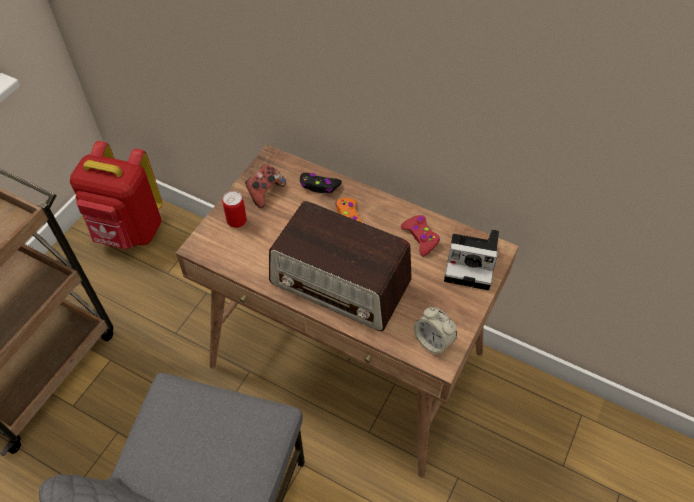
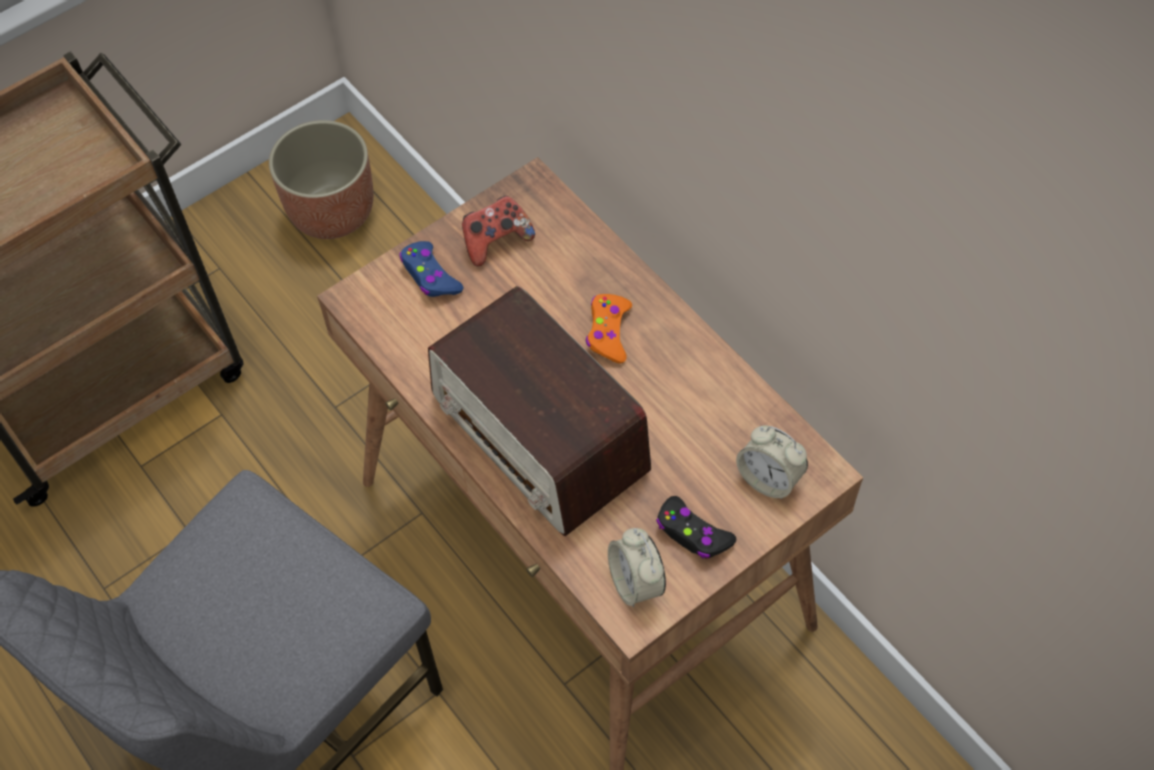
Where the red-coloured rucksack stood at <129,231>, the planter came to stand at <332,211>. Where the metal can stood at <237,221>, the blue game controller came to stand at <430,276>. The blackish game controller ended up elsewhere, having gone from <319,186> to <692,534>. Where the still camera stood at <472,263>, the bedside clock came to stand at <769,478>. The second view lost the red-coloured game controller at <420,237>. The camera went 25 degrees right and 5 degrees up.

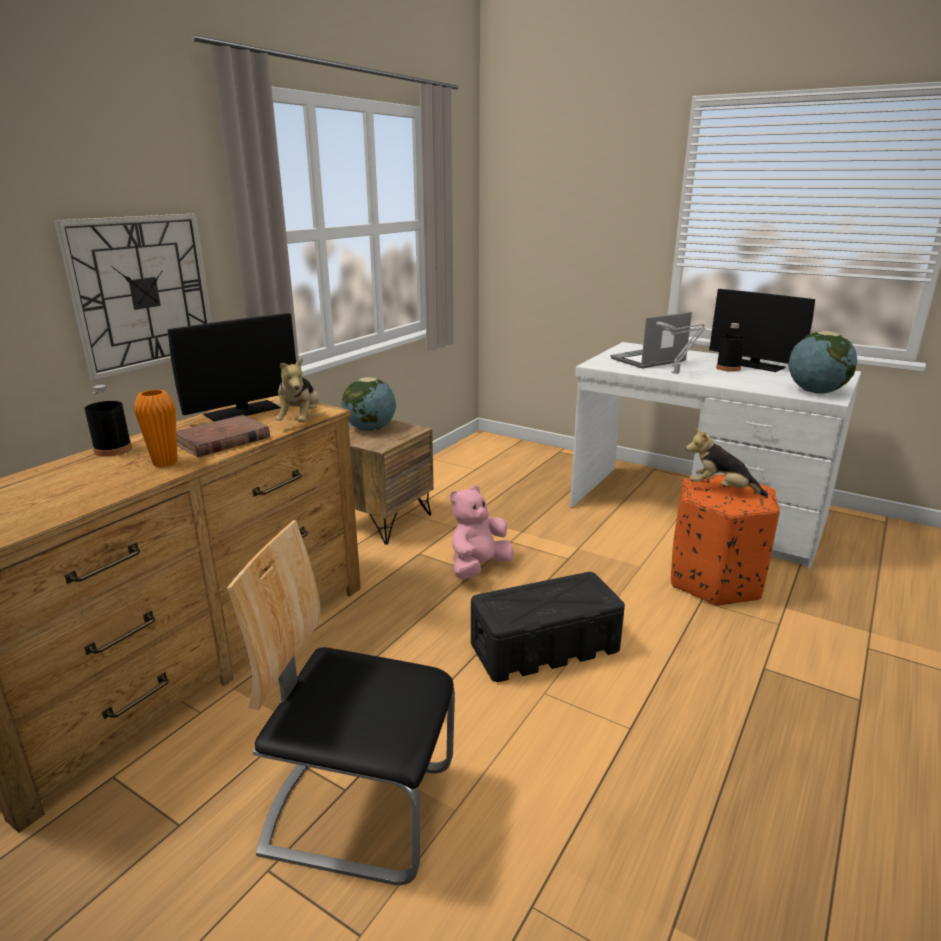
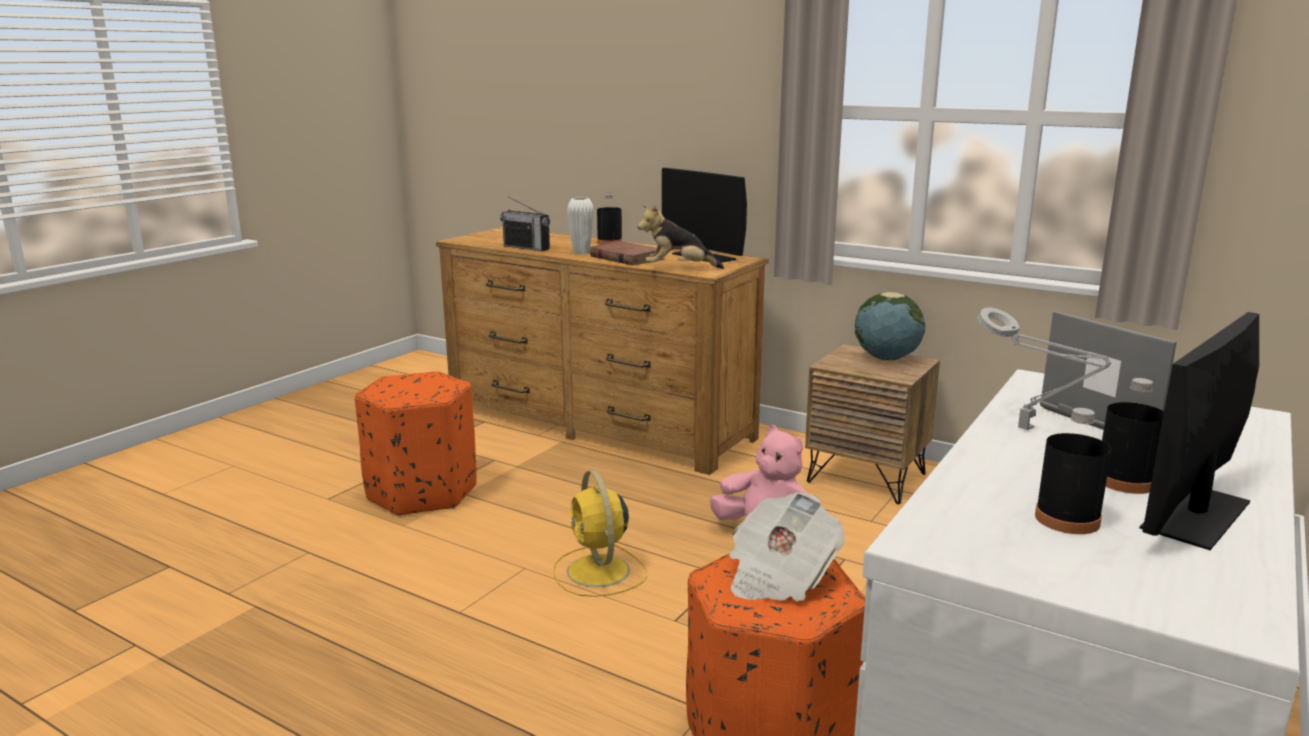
Where the upright chair stood at <360,808>, the orange ottoman came to stand at <423,492>. The second view gained the radio receiver at <526,247>. Where the blackish storage box stood at <545,647>, the yellow fan came to stand at <599,572>. What was the orange flower vase at <165,463> turned into the whitish flower vase at <581,252>. Where the cuddly toy stood at <721,490>, the newspaper came to stand at <779,576>. The second view gained the blackish beverage bottle at <1067,519>. The second view lost the hanging clock at <143,293>. The second view lost the world globe at <815,391>. The camera went 90 degrees right and 5 degrees down.

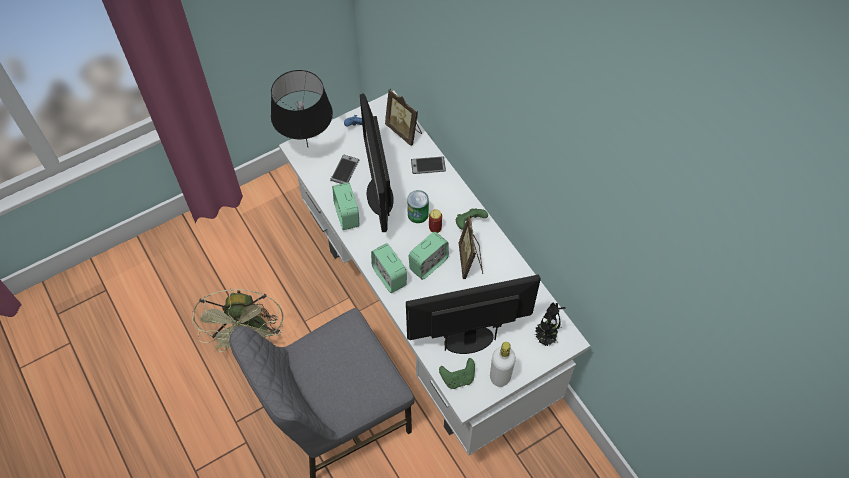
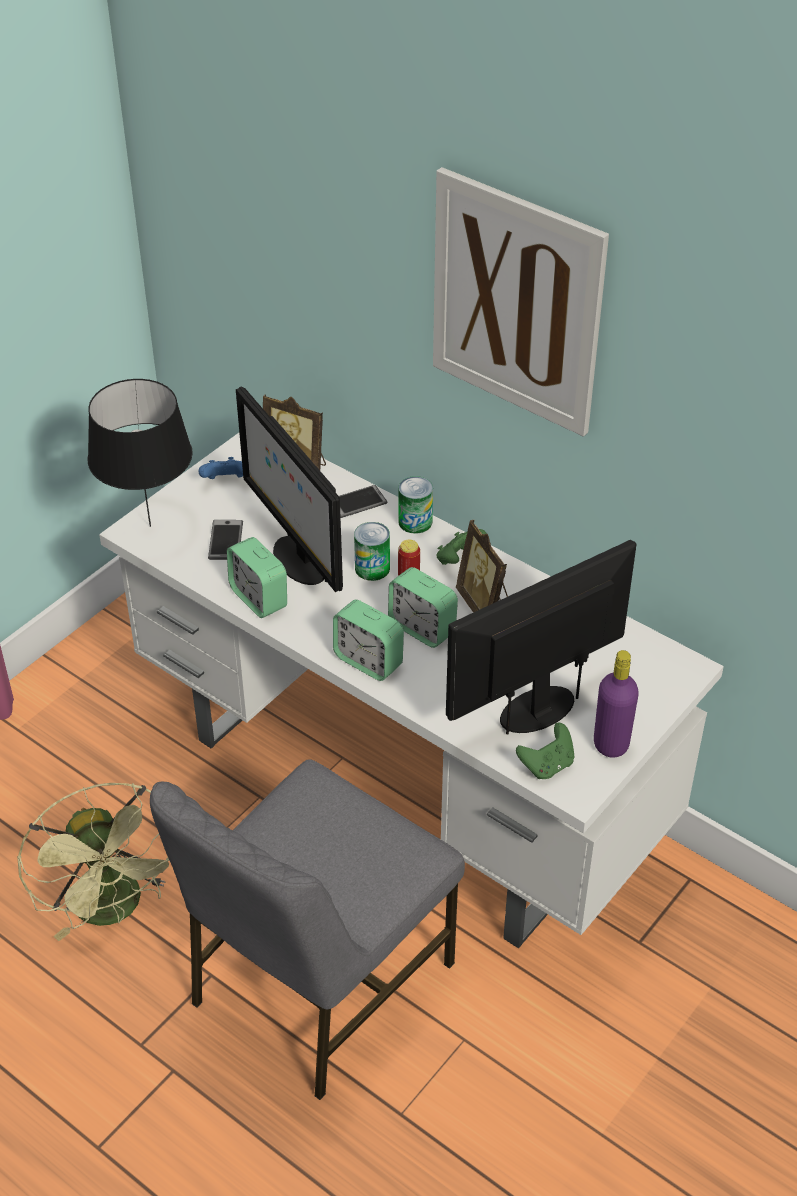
The bedside clock at <428,264> ended up facing another way, 105 degrees clockwise from before. The second view gained the metal can at <415,522>. The second view gained the wall art at <516,303>. What was the whitish beverage bottle at <500,376> turned into the purplish beverage bottle at <611,744>. The second view lost the plant in a pot at <546,338>. The camera went 20 degrees left and 15 degrees down.

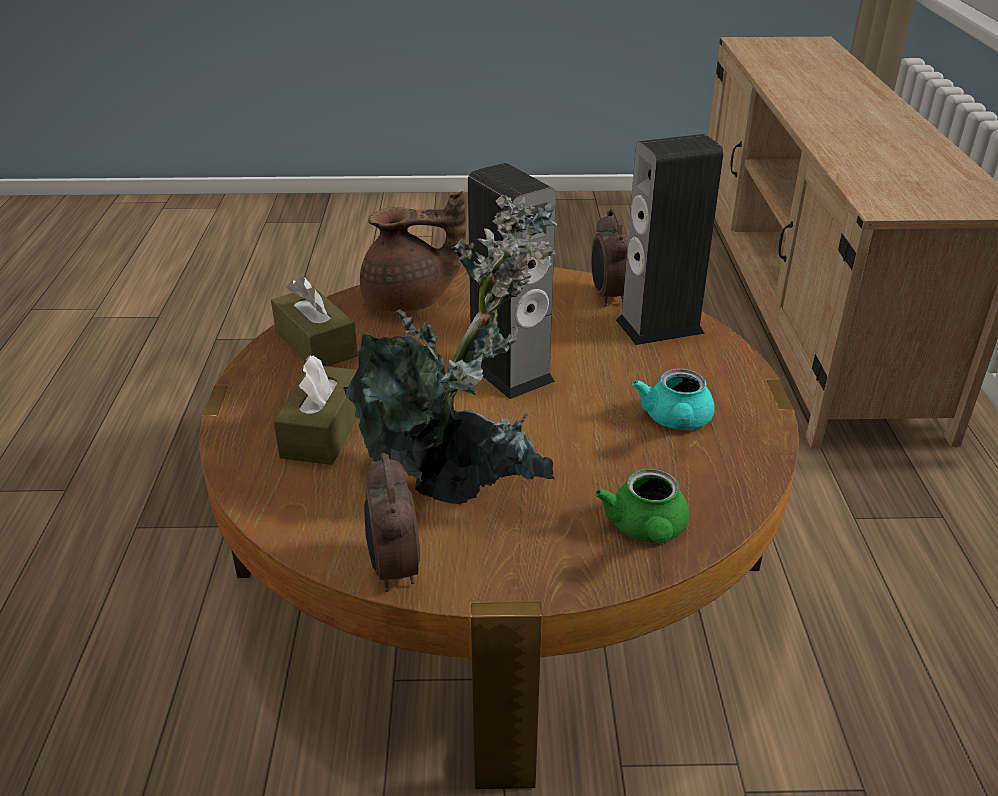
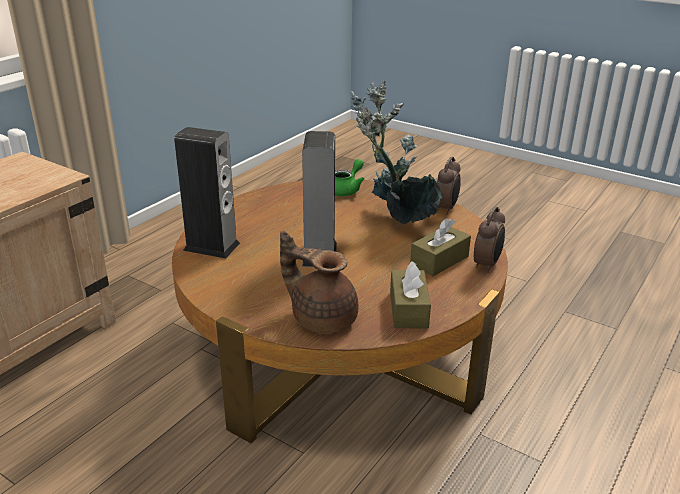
The bedside clock ended up elsewhere, having gone from <608,296> to <487,265>. The second view lost the turquoise-coloured pot for tea at <676,421>. The camera went 145 degrees left and 5 degrees down.

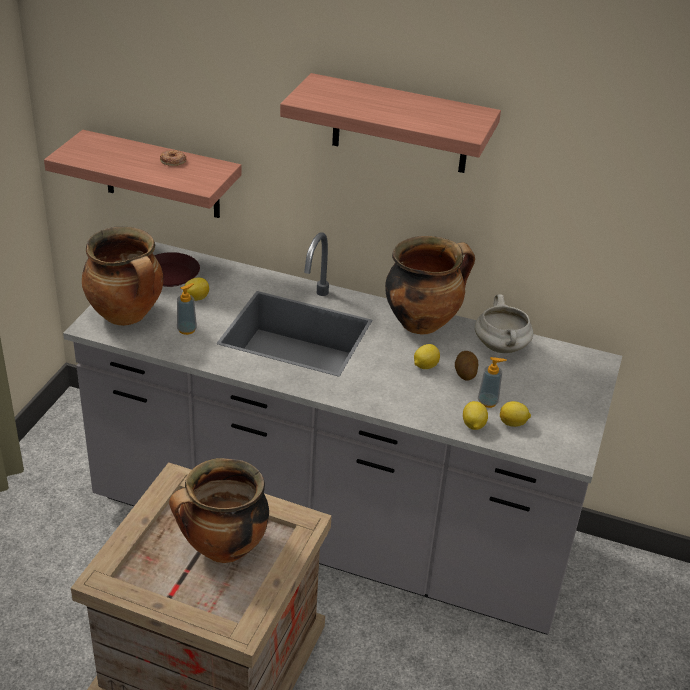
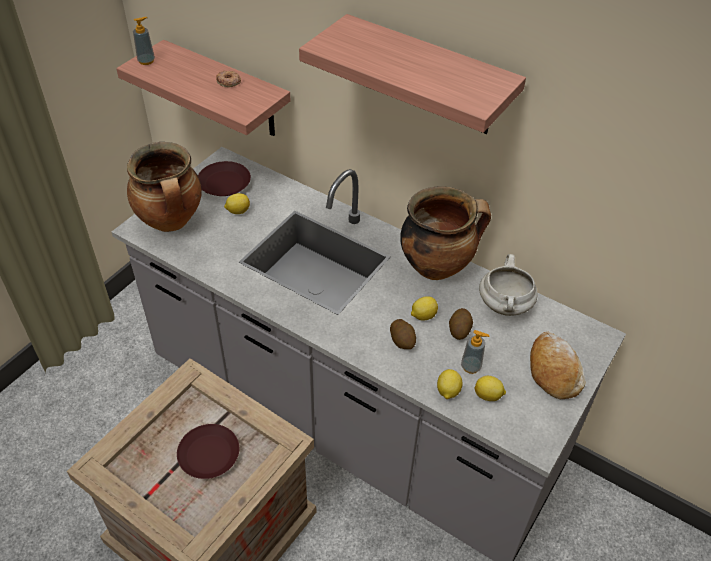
The soap bottle ended up elsewhere, having gone from <187,329> to <146,61>. Where the saucepot stood at <223,549>, the brown flat dish came to stand at <208,455>. The second view gained the potato at <402,341>. The second view gained the baked bread at <553,371>. The camera went 15 degrees right and 10 degrees up.

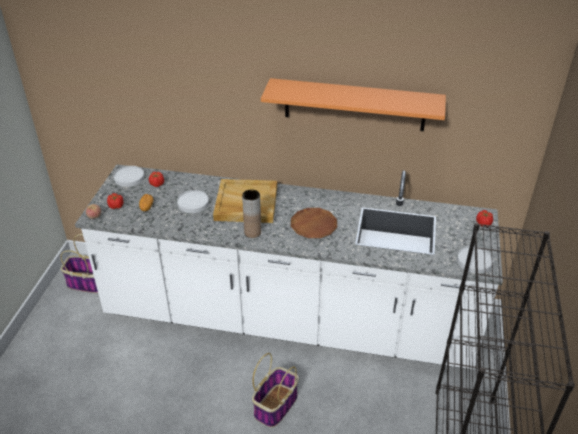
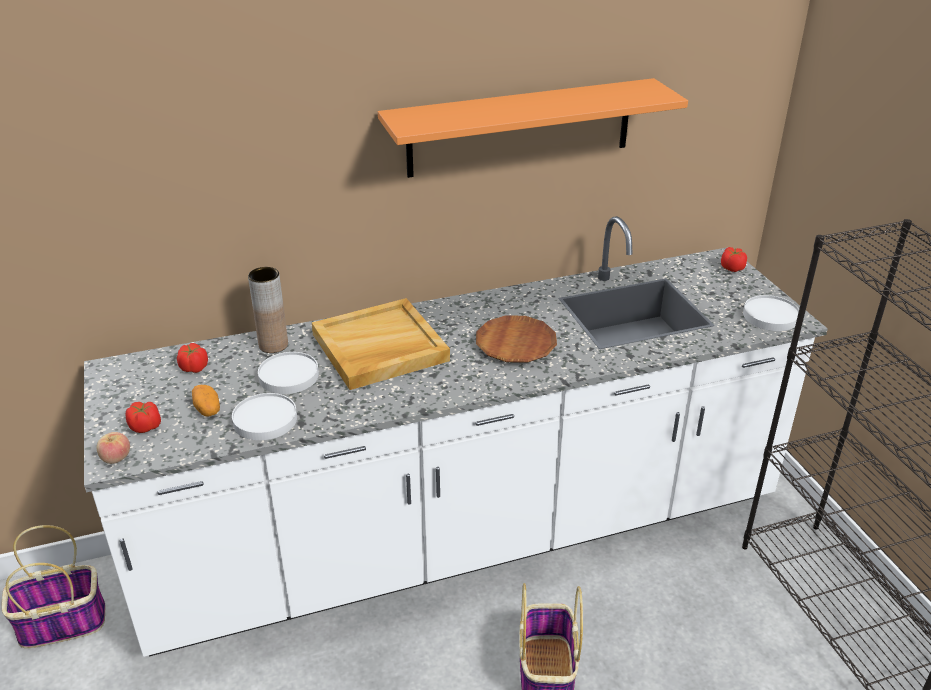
The whitish flat dish ended up elsewhere, having gone from <129,177> to <265,419>. The brown flower vase ended up elsewhere, having gone from <252,232> to <273,345>. The camera went 30 degrees left and 5 degrees down.

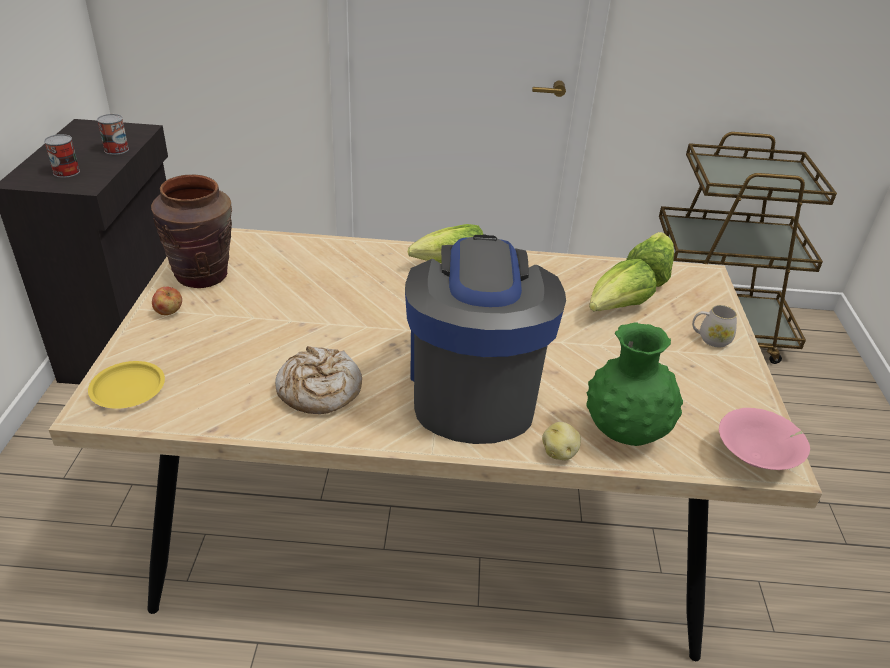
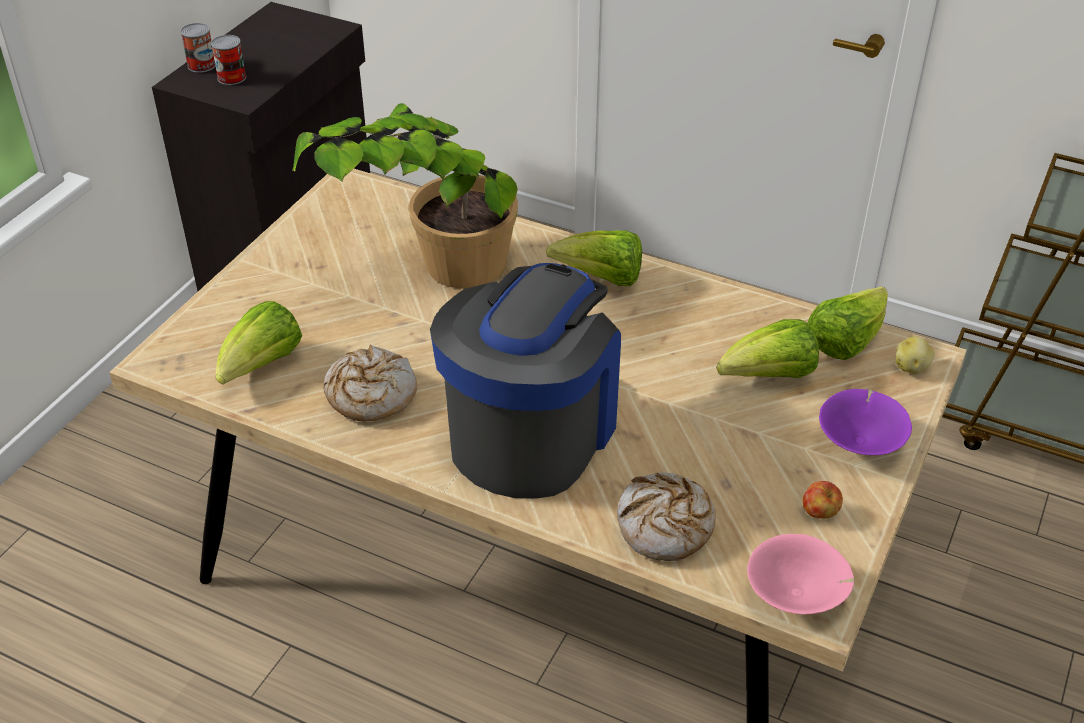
The metal can ended up elsewhere, having gone from <116,149> to <201,65>. The second view gained the head of lettuce at <262,366>. The second view gained the plant in a pot at <425,275>. Where the greenish flower vase stood at <624,433>, the baked bread came to stand at <665,526>. The whole apple ended up elsewhere, having gone from <169,312> to <819,513>. Where the whitish tea mug stood at <710,339>, the purplish bowl came to stand at <860,443>. The potato ended up elsewhere, having gone from <559,452> to <911,367>. The second view lost the yellow flat dish at <127,389>. The second view lost the brown flower vase at <203,275>. The camera went 25 degrees right and 5 degrees up.

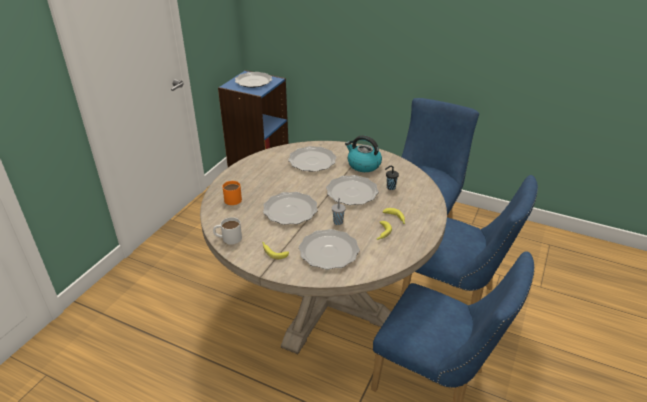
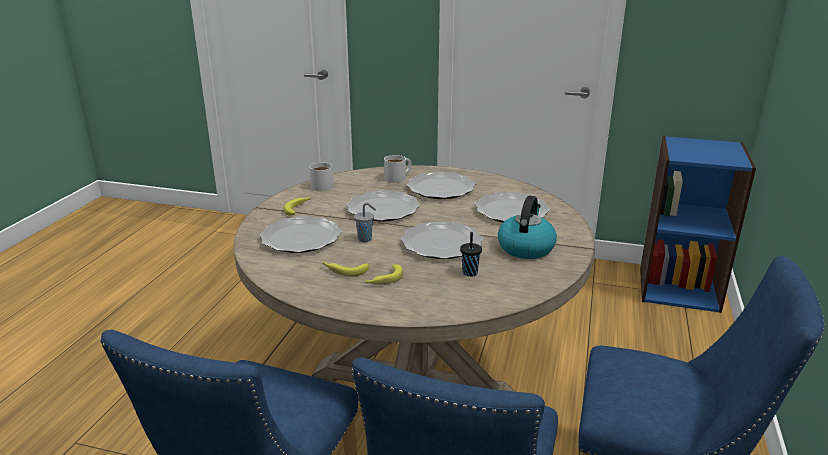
What was the orange tea mug at <231,198> turned into the whitish tea mug at <398,177>. The flat dish ended up elsewhere, having gone from <253,81> to <440,188>. The camera went 80 degrees right and 10 degrees down.

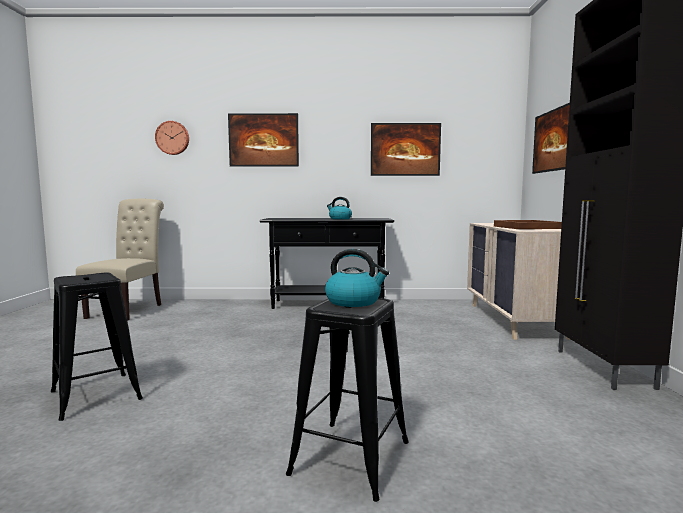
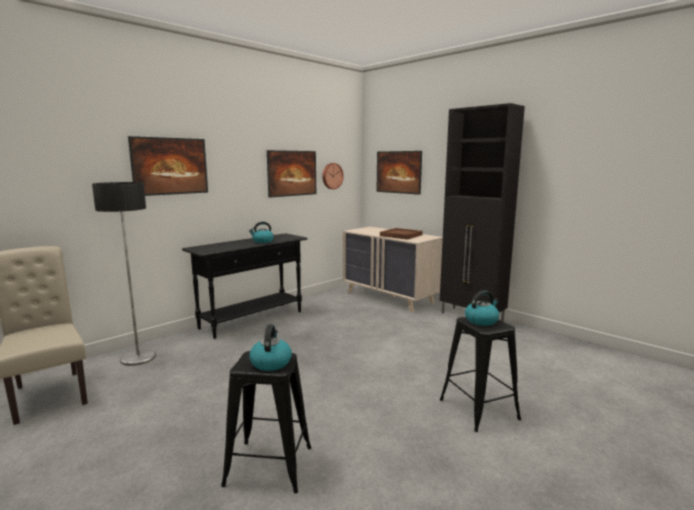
The second view gained the standing lamp at <138,358>. The second view gained the kettle at <270,362>. The hanging clock ended up elsewhere, having gone from <173,138> to <332,176>. The camera went 45 degrees left and 5 degrees up.

